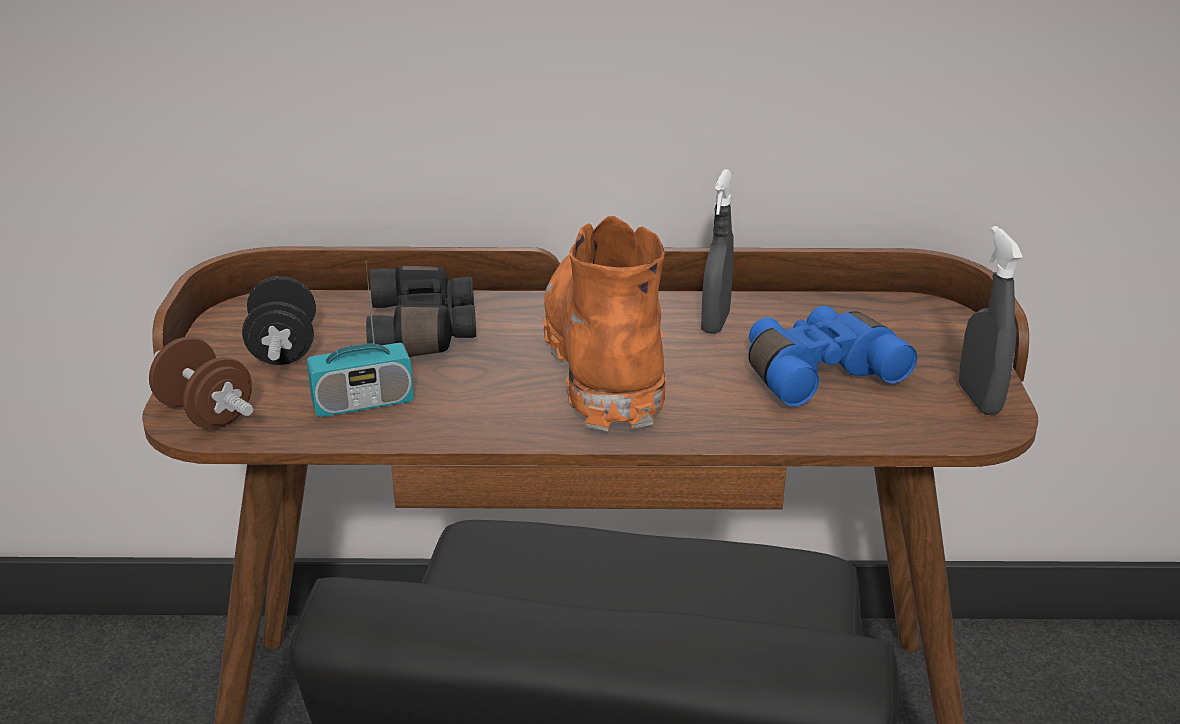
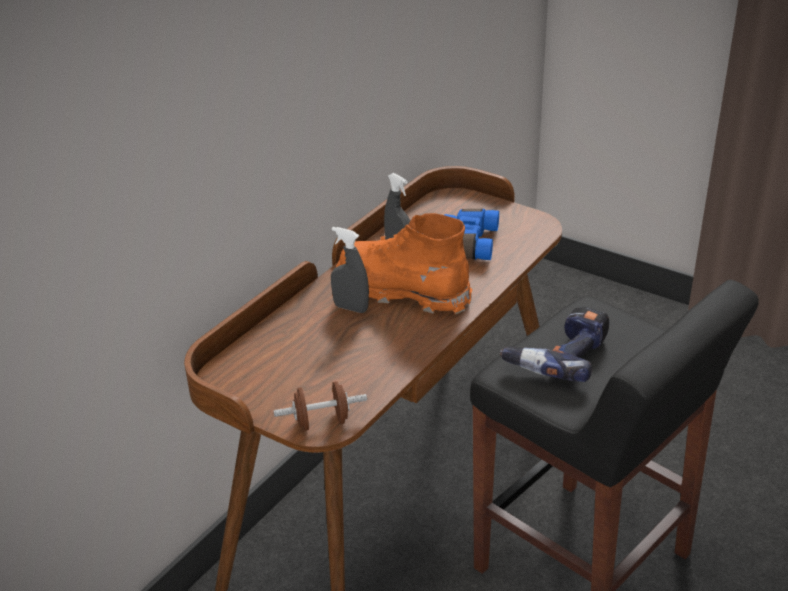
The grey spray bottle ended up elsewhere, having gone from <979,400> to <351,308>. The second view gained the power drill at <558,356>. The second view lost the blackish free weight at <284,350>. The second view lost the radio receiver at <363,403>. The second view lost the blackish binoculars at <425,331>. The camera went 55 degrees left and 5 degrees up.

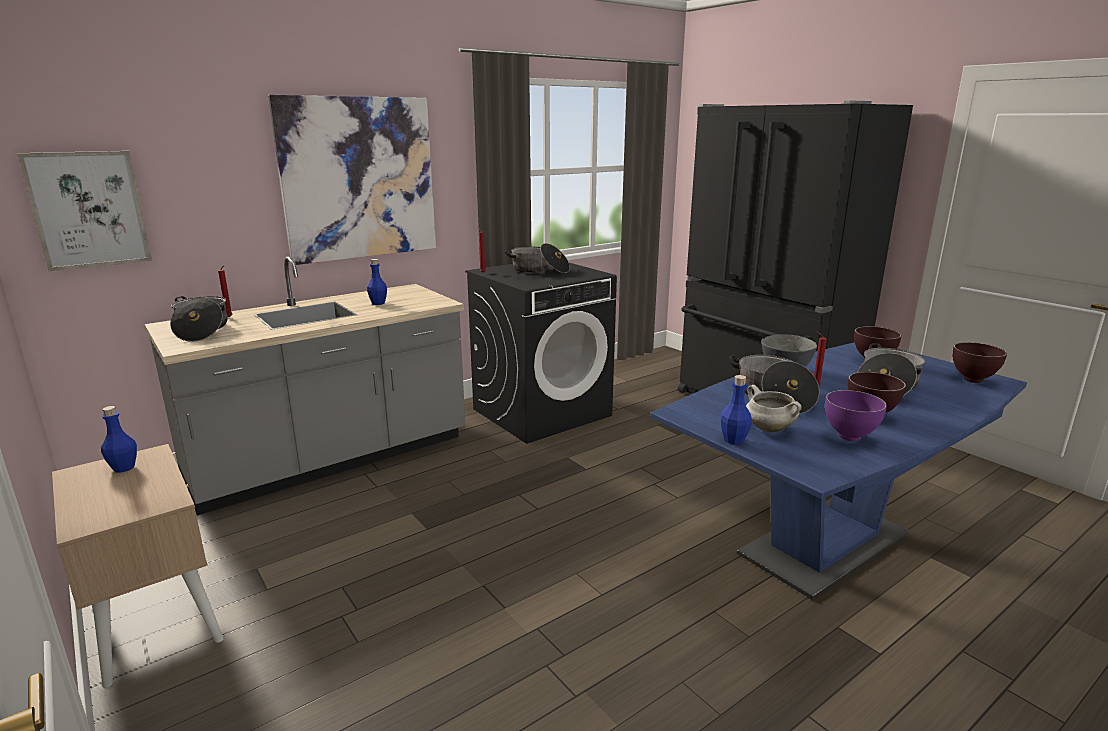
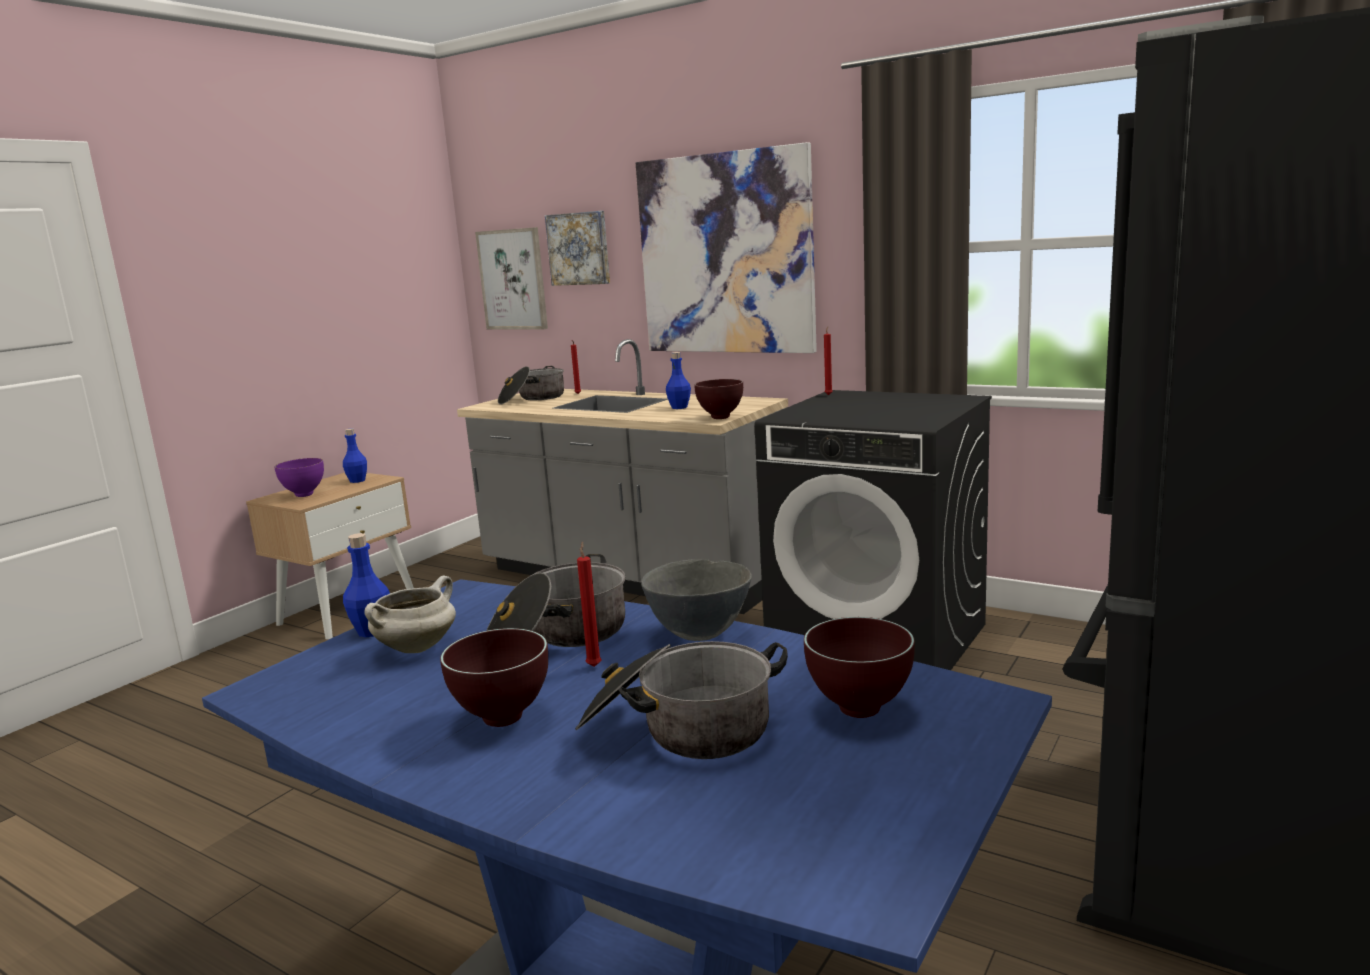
The purplish bowl ended up elsewhere, having gone from <851,437> to <304,495>. The second view gained the wall art at <579,248>. The brown bowl ended up elsewhere, having gone from <973,380> to <721,418>. The second view lost the saucepot at <539,270>. The camera went 70 degrees right and 5 degrees down.

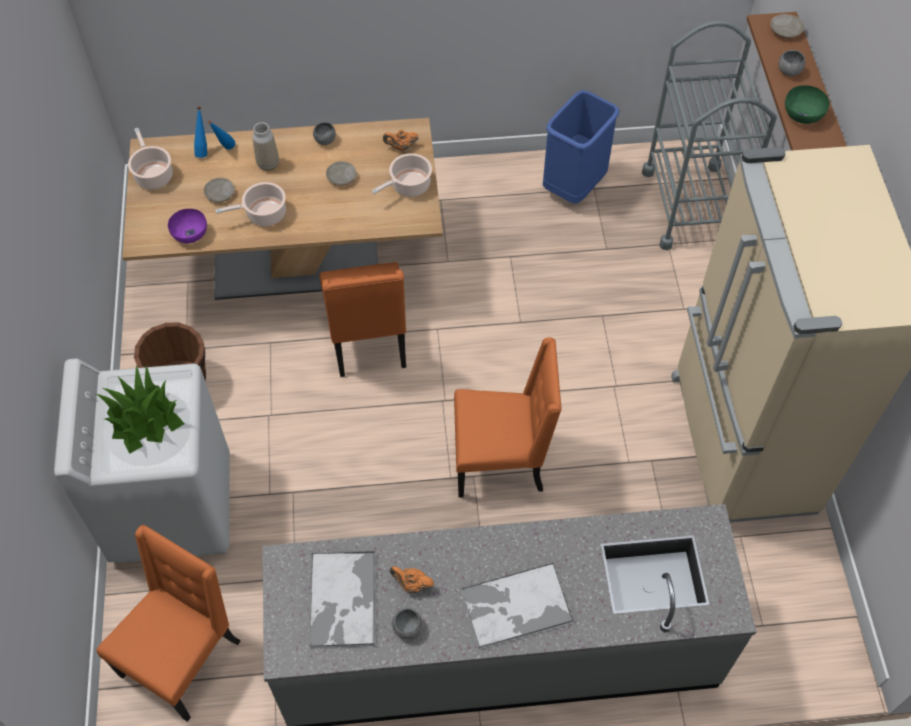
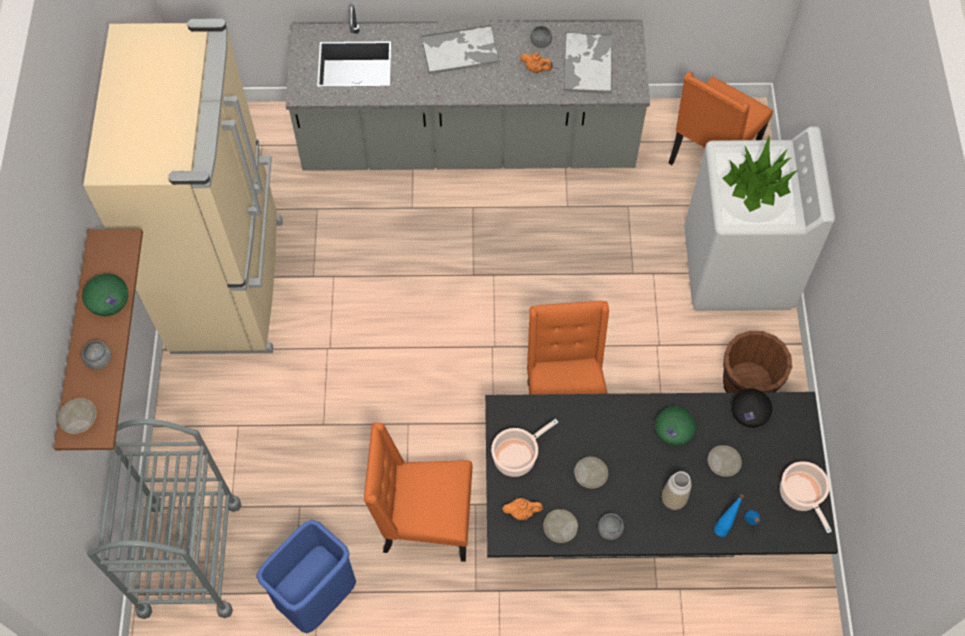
The orange upright chair ended up elsewhere, having gone from <501,461> to <424,522>. What was the beige kitchen table at <296,262> turned into the blackish kitchen table at <640,516>. The second view gained the beige flat dish at <560,528>. Where the saucepot stood at <263,214>, the greenish bowl came to stand at <673,432>. What was the purplish bowl at <189,234> turned into the blackish bowl at <749,413>. The camera went 175 degrees left and 5 degrees up.

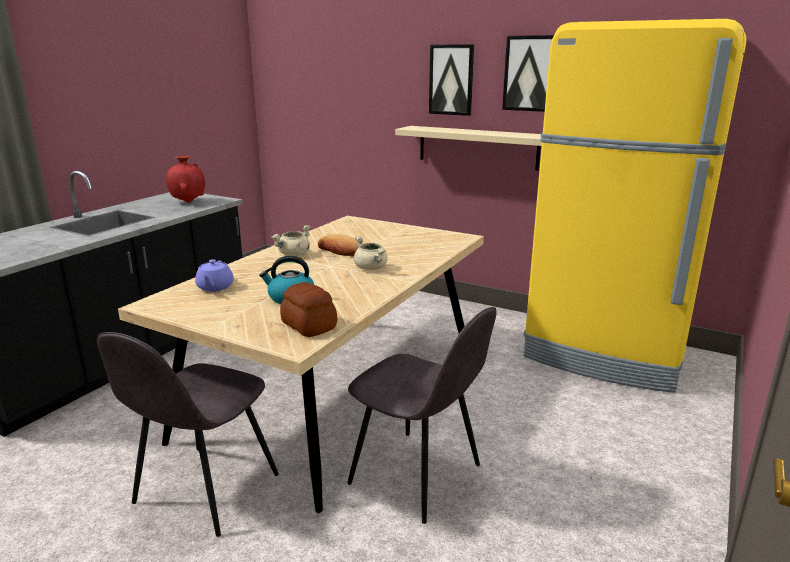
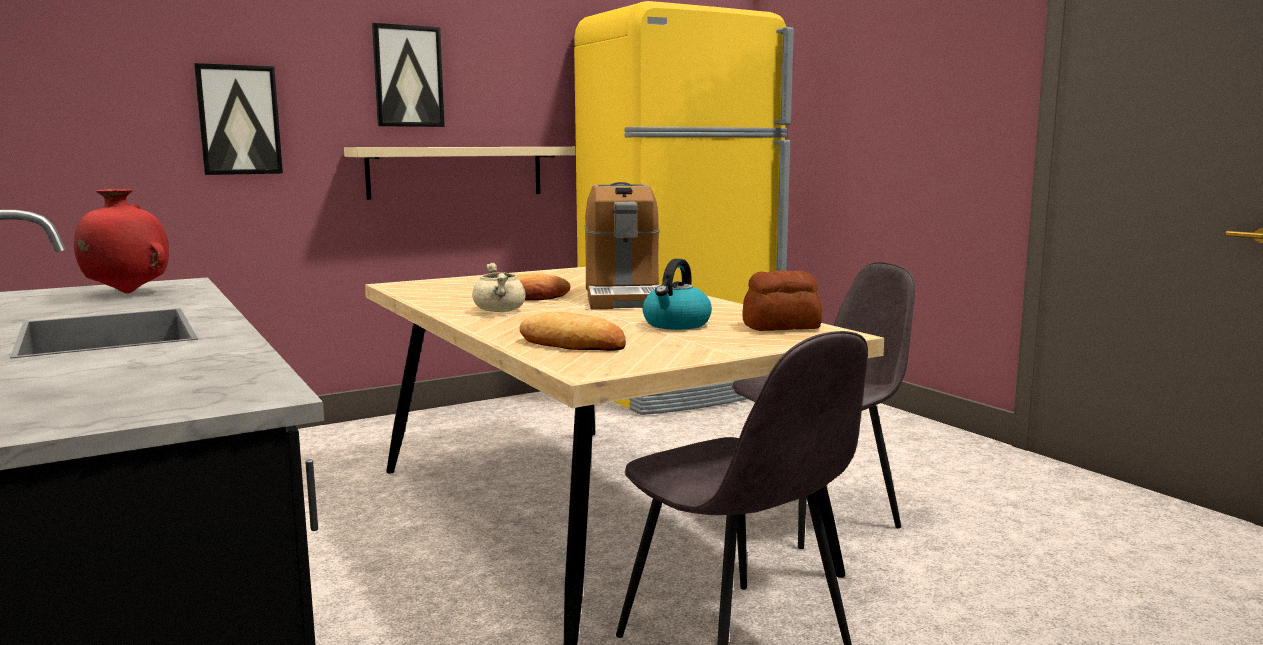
The wall art ended up elsewhere, having gone from <529,73> to <239,120>. Where the purplish pot for tea stood at <215,287>, the baked bread came to stand at <572,344>. Where the beige saucepot stood at <371,268>, the coffee machine came to stand at <623,297>. The camera went 60 degrees left and 10 degrees down.

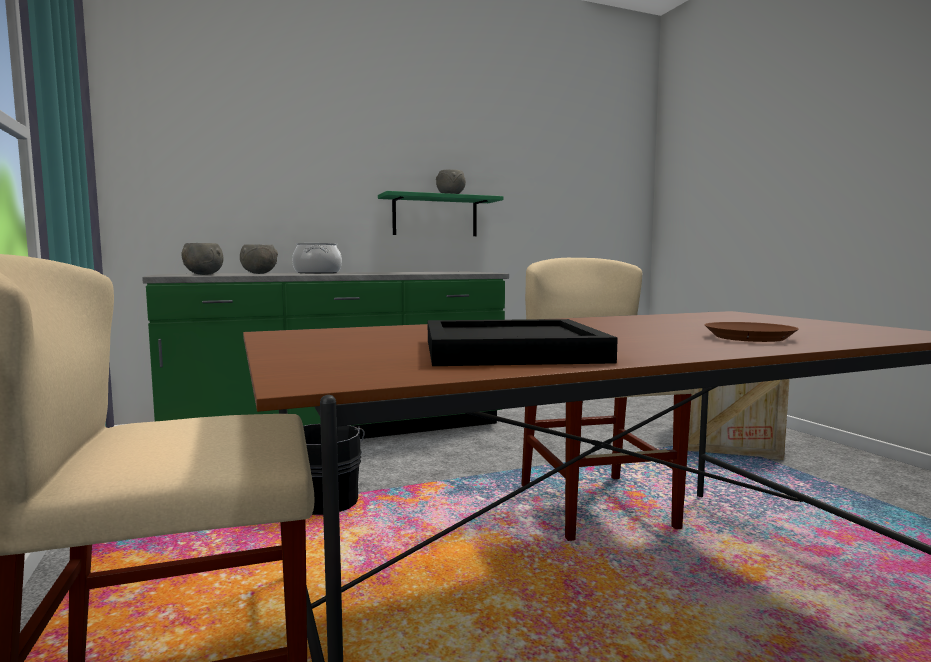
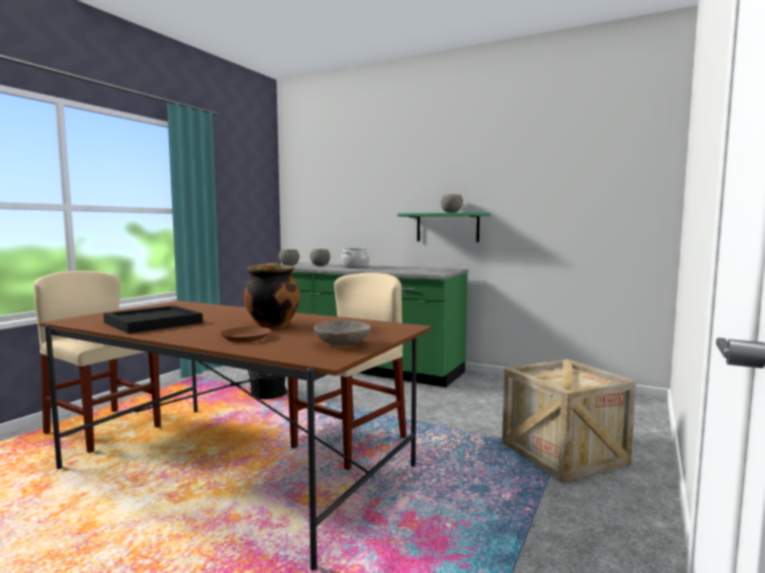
The second view gained the saucepot at <272,325>. The second view gained the grey bowl at <342,344>. The camera went 50 degrees right and 0 degrees up.

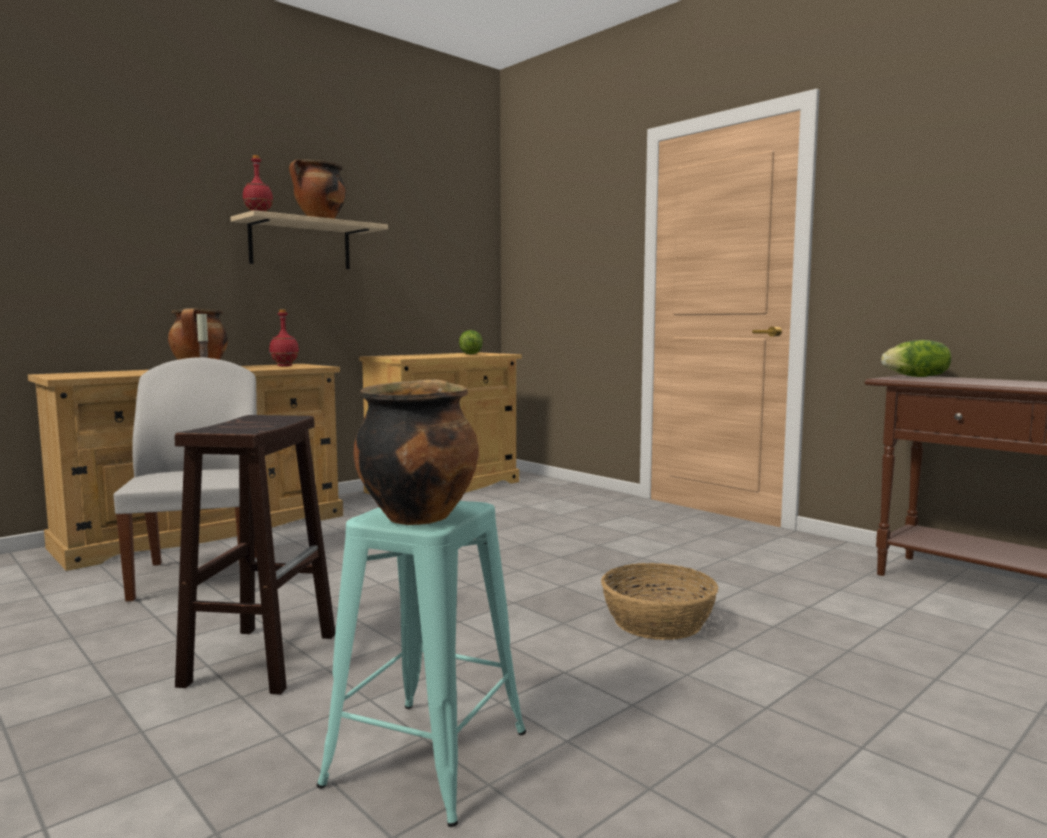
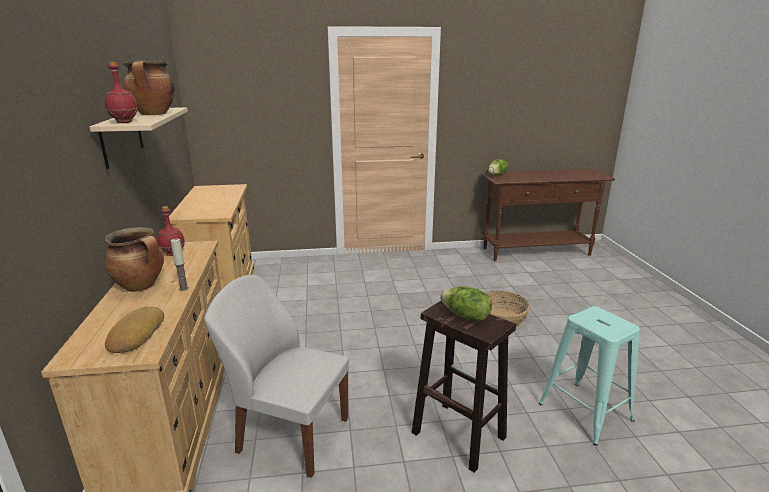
The second view gained the baked bread at <135,335>. The head of lettuce ended up elsewhere, having gone from <470,354> to <465,316>. The second view lost the saucepot at <418,516>. The camera went 55 degrees left and 15 degrees up.

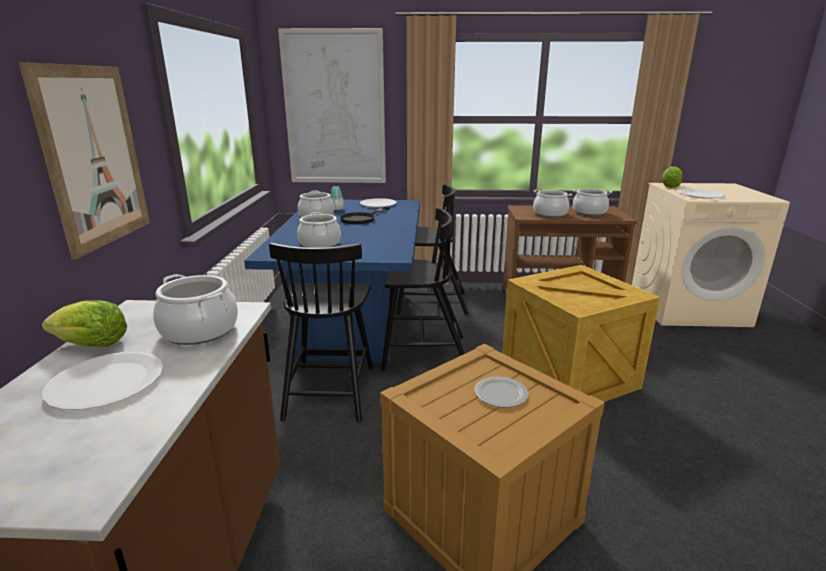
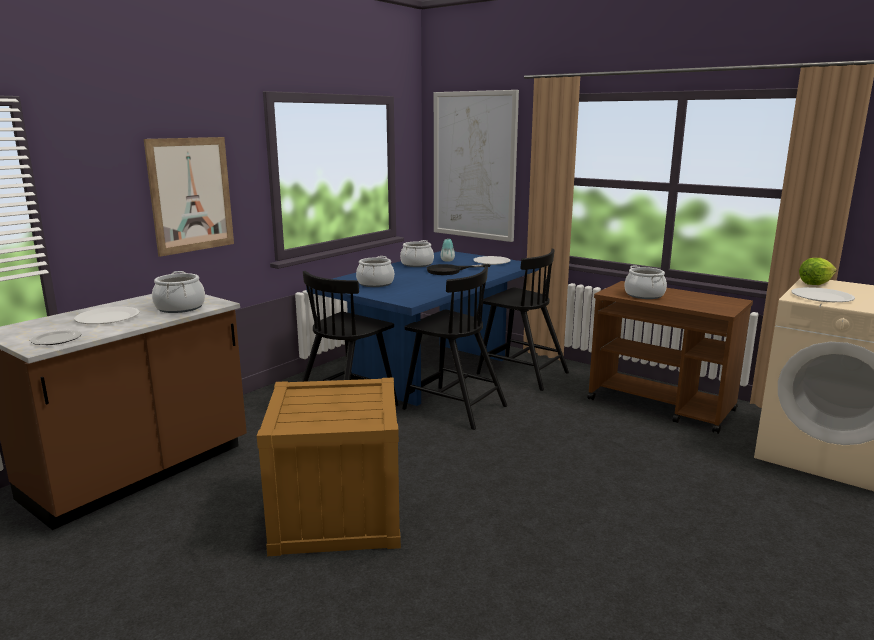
The flat dish ended up elsewhere, having gone from <500,394> to <56,339>. The second view lost the head of lettuce at <92,345>. The second view lost the crate at <571,376>. The second view lost the saucepot at <589,212>. The camera went 35 degrees right and 5 degrees down.

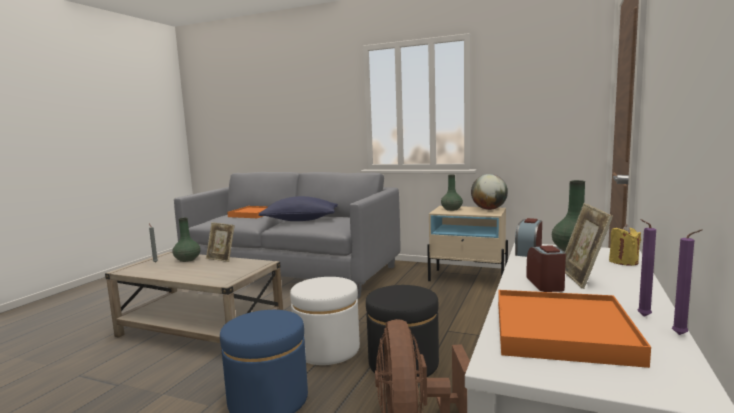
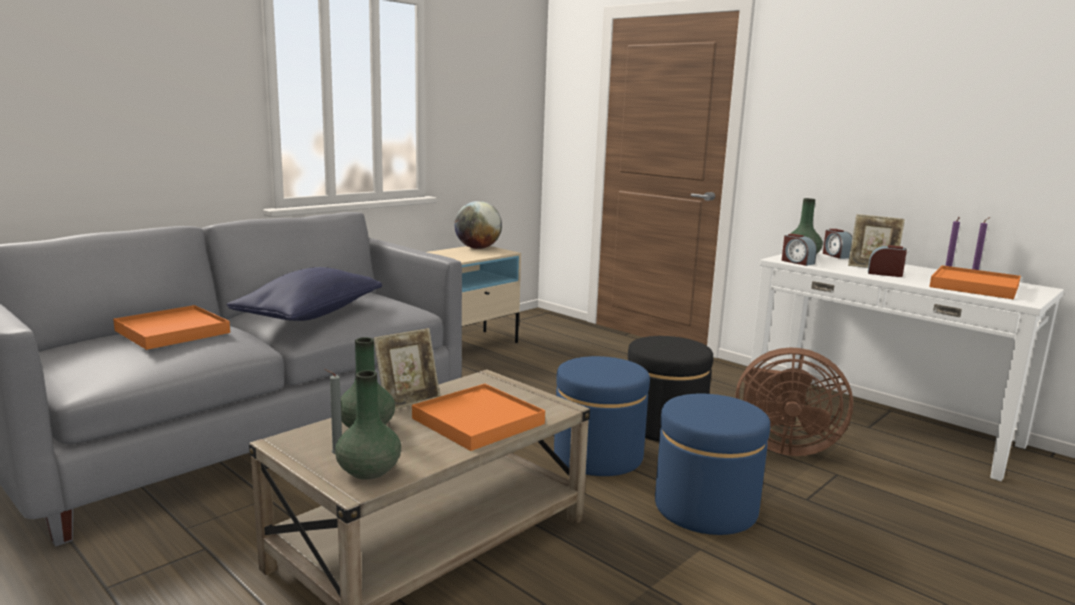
The greenish flower vase ended up elsewhere, having gone from <451,209> to <369,471>. The second view gained the orange tray at <477,421>. What was the whitish ottoman at <327,349> turned into the blue ottoman at <598,456>. Where the yellow wax light stood at <623,262>, the bedside clock came to stand at <836,255>. The camera went 70 degrees left and 5 degrees up.

